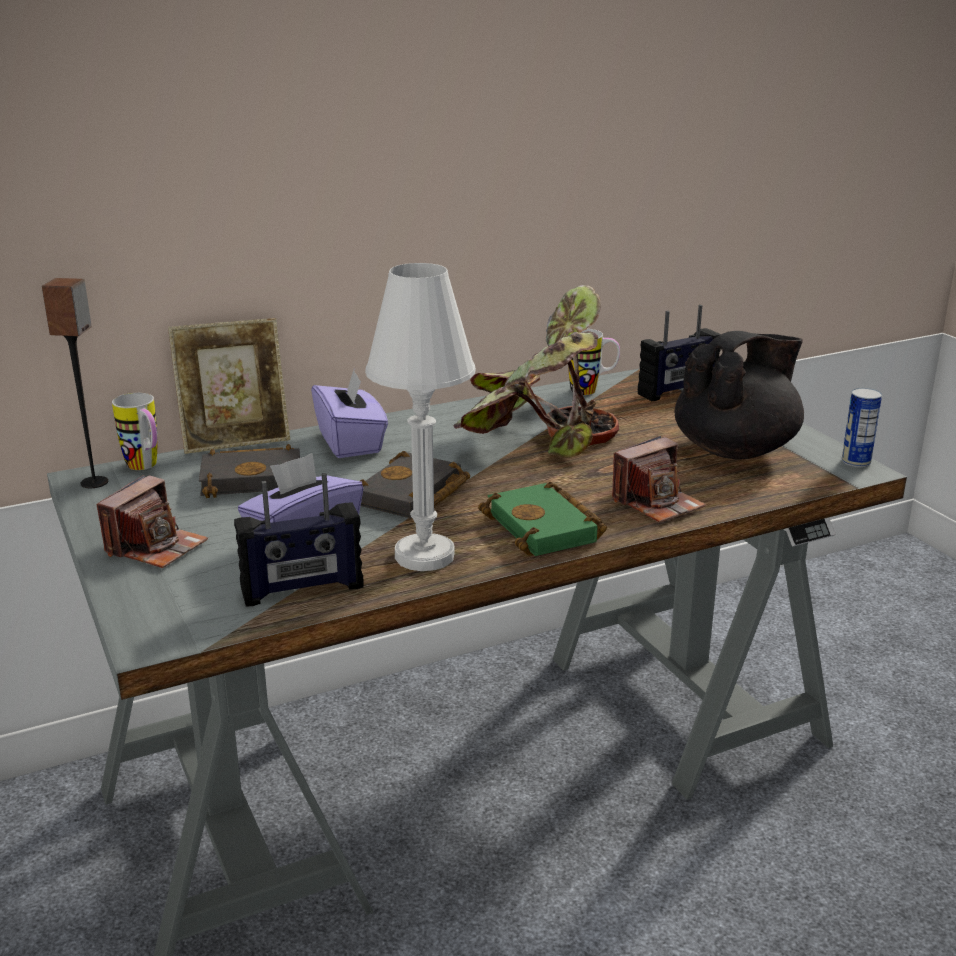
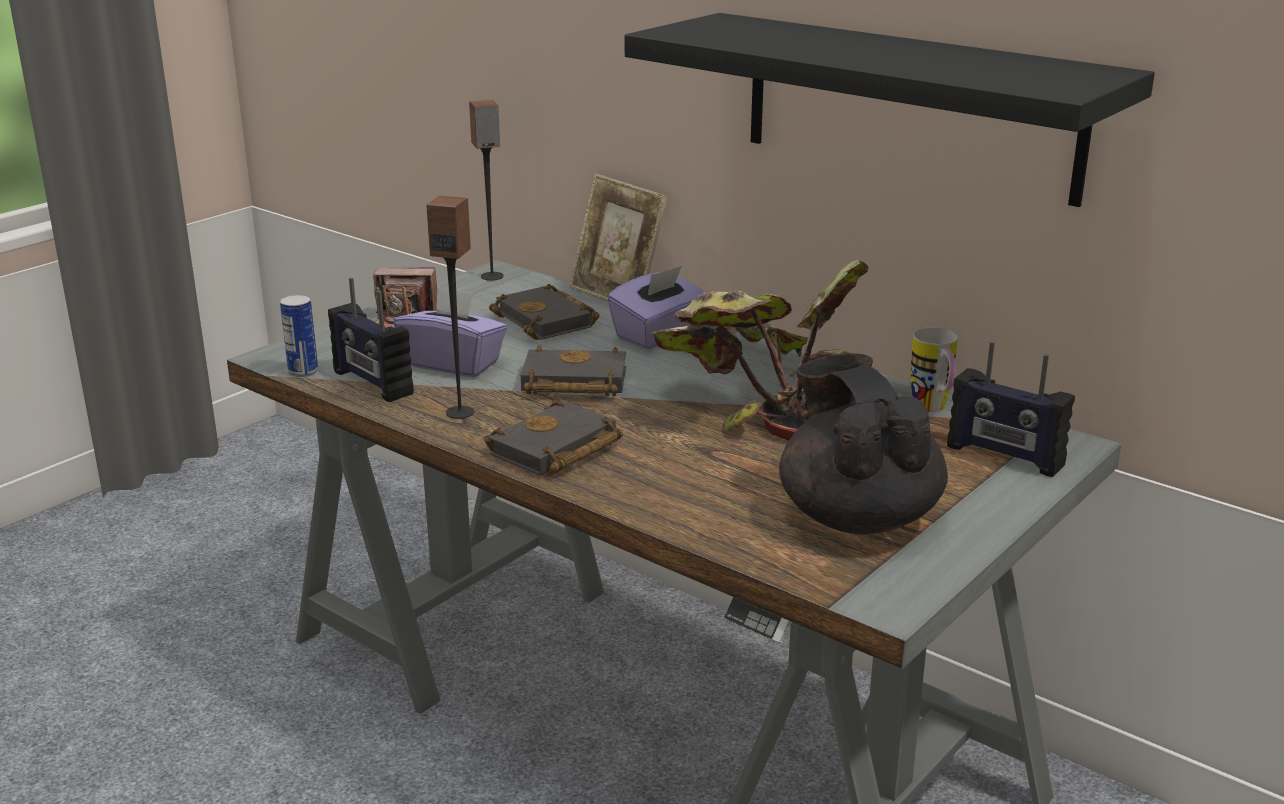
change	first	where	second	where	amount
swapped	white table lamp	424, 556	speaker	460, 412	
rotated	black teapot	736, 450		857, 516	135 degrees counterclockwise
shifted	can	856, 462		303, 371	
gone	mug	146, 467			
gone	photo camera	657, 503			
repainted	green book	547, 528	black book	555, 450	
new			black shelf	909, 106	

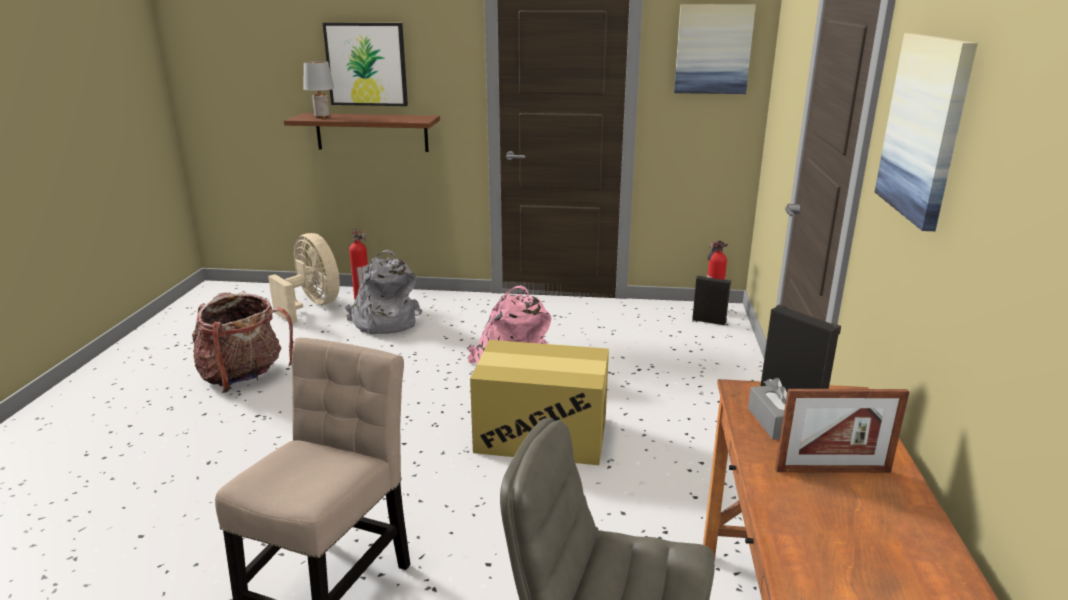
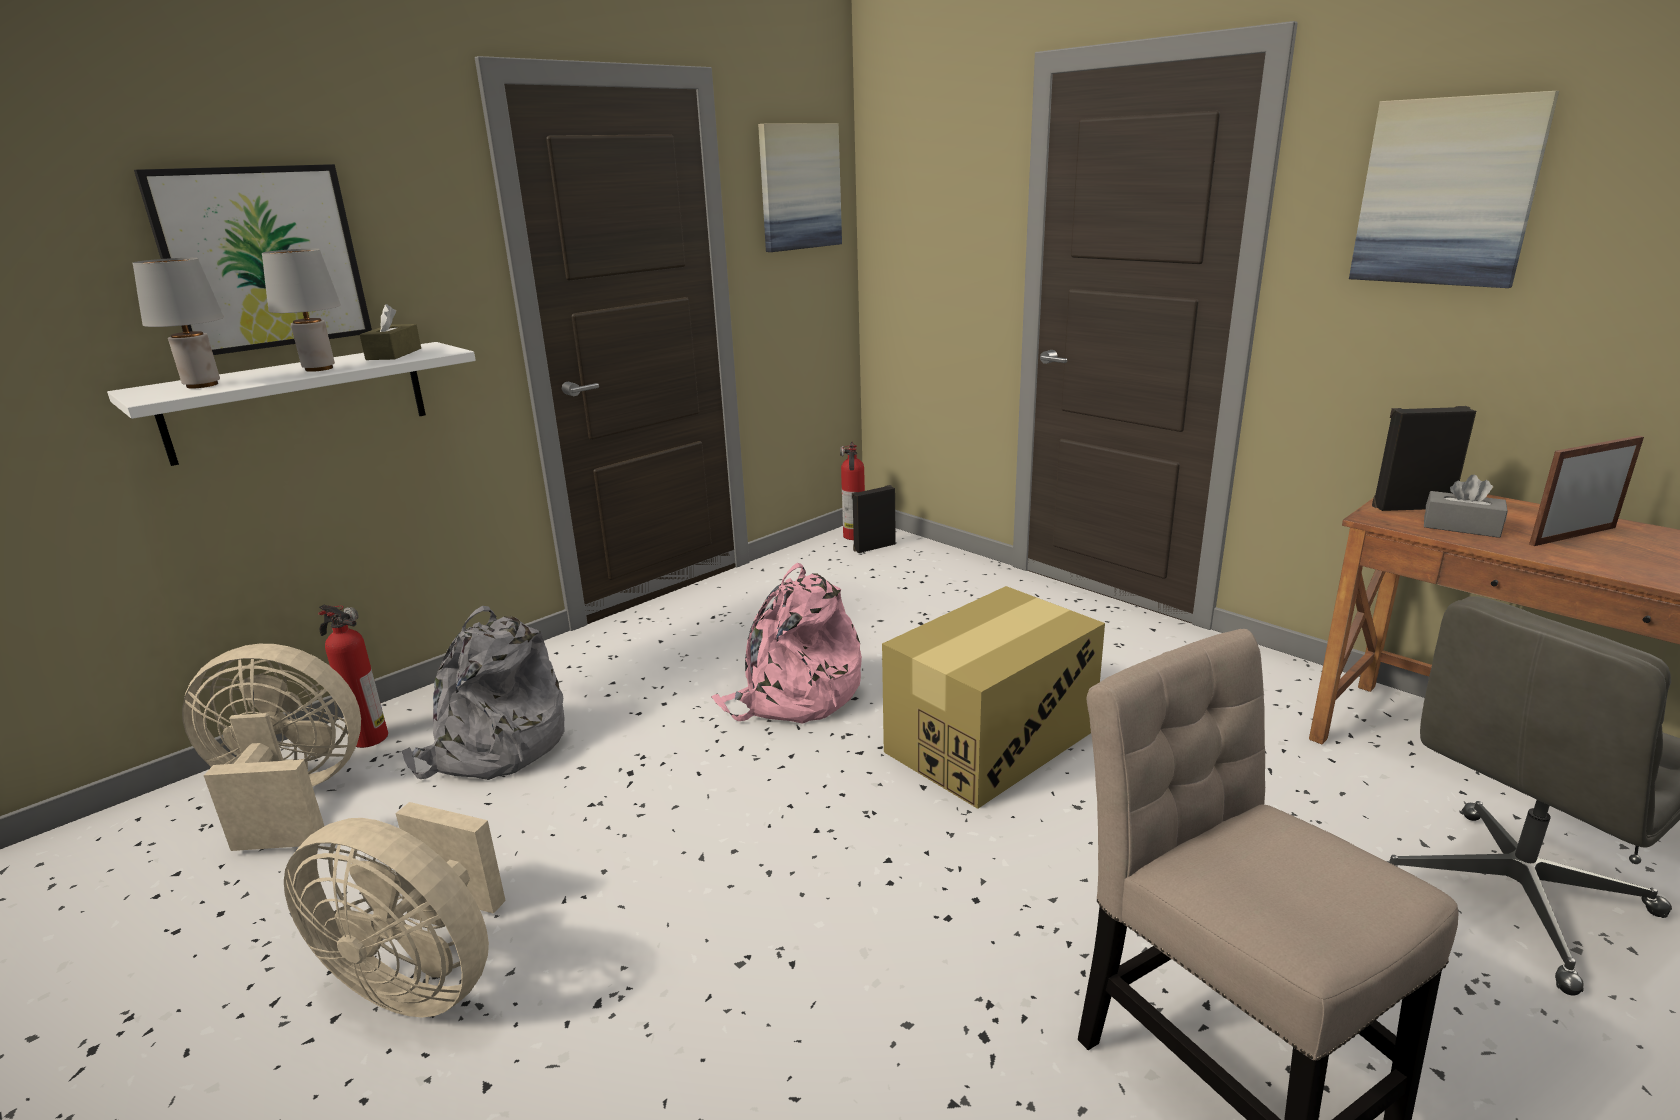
change	first	where	second	where	amount
repainted	brown shelf	372, 132	white shelf	298, 401	
swapped	backpack	244, 377	beige fan	423, 977	
rotated	picture frame	832, 471		1573, 536	150 degrees counterclockwise
new			grey table lamp	319, 368	
new			brown tissue box	394, 354	

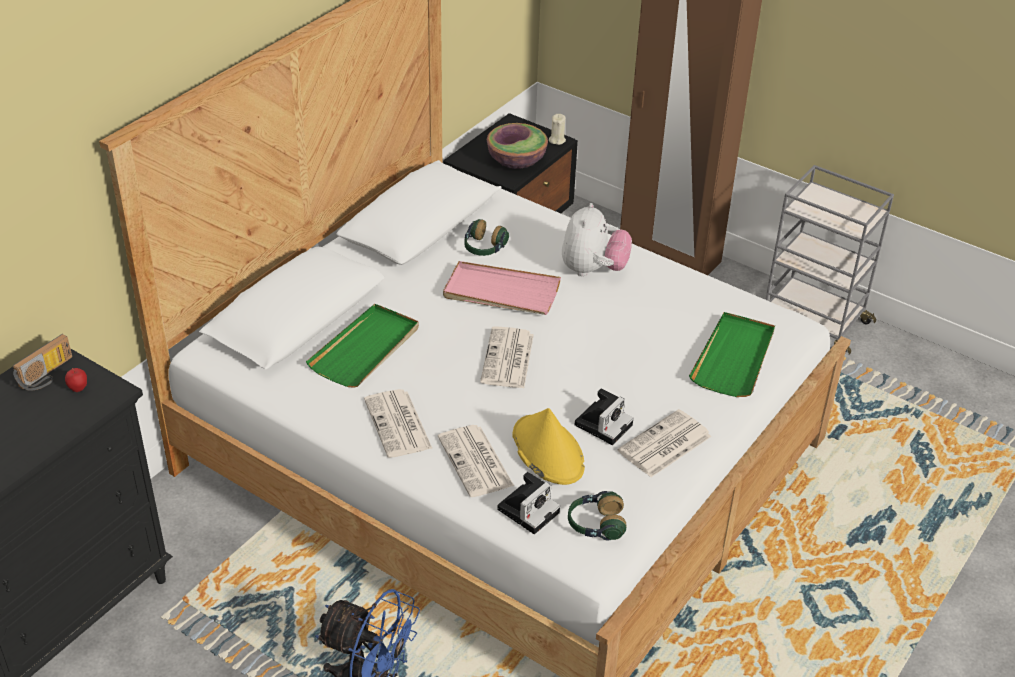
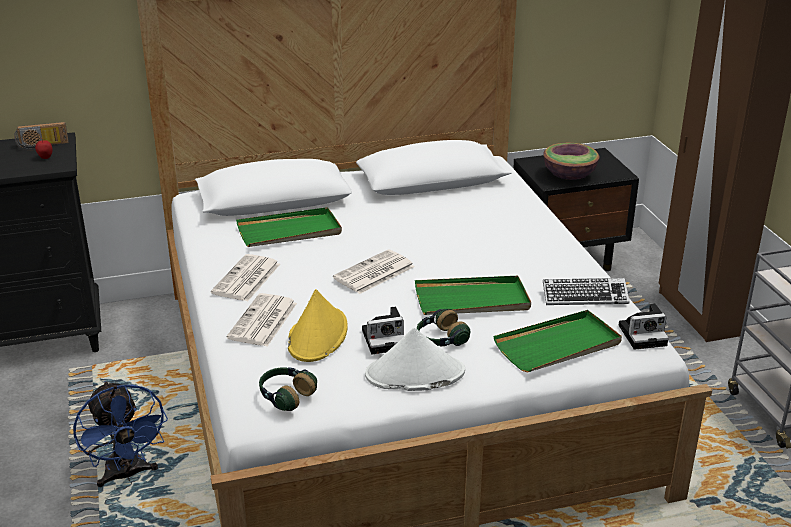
change	first	where	second	where	amount
gone	beige candle	557, 140			
gone	plush toy	593, 270			
shifted	headphones	484, 248		440, 340	
gone	pink tray	501, 292			
swapped	newspaper	664, 445	white hat	414, 374	
shifted	photo camera	529, 509		644, 335	
new			green tray	472, 300	
new			keyboard	584, 296	

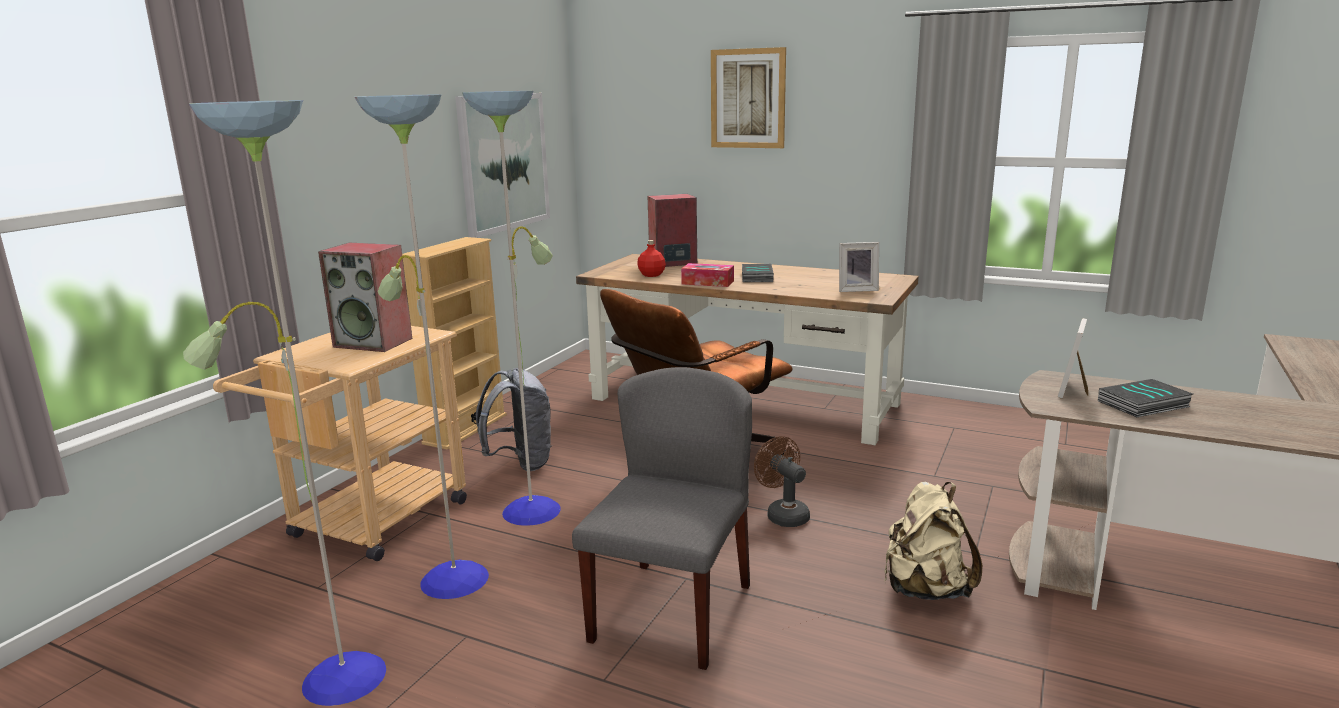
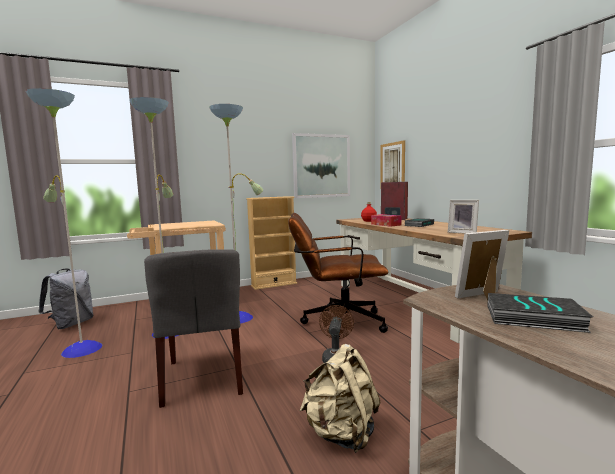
change	first	where	second	where	amount
shifted	picture	748, 98		392, 166	
gone	speaker	374, 342			
rotated	grey chair	671, 611		204, 377	105 degrees clockwise
shifted	grey backpack	520, 463		71, 324	

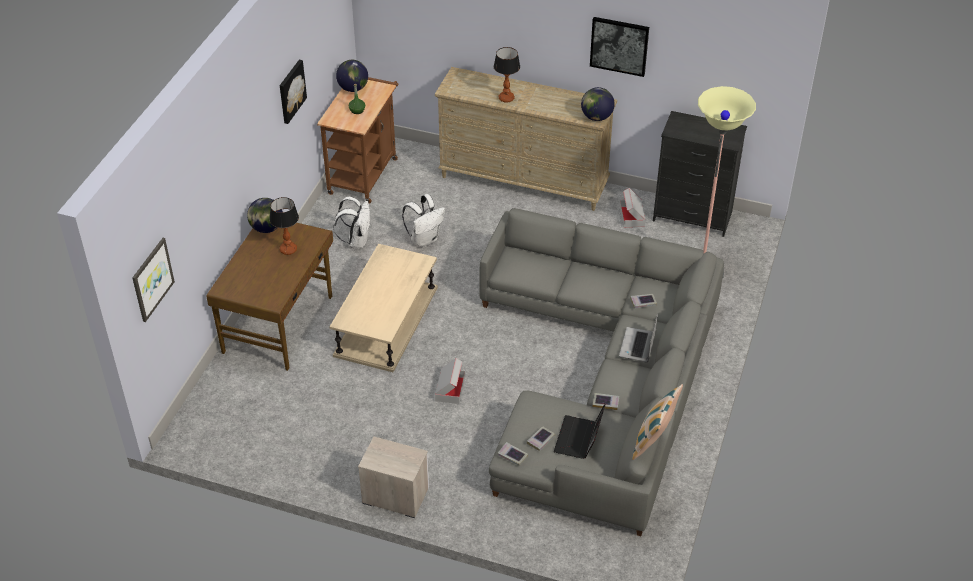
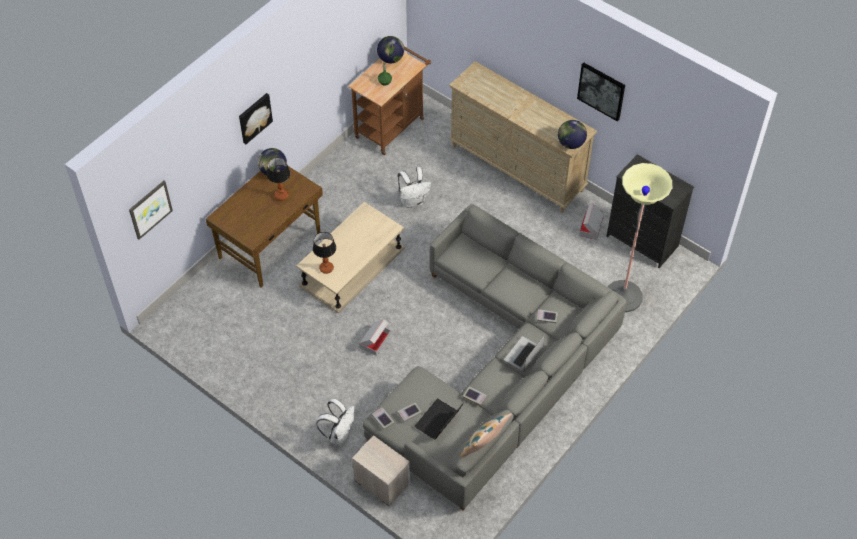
change	first	where	second	where	amount
shifted	table lamp	506, 98		326, 268	
shifted	picture	291, 91		254, 117	
shifted	white backpack	357, 241		339, 434	
shifted	nightstand	394, 495		381, 481	

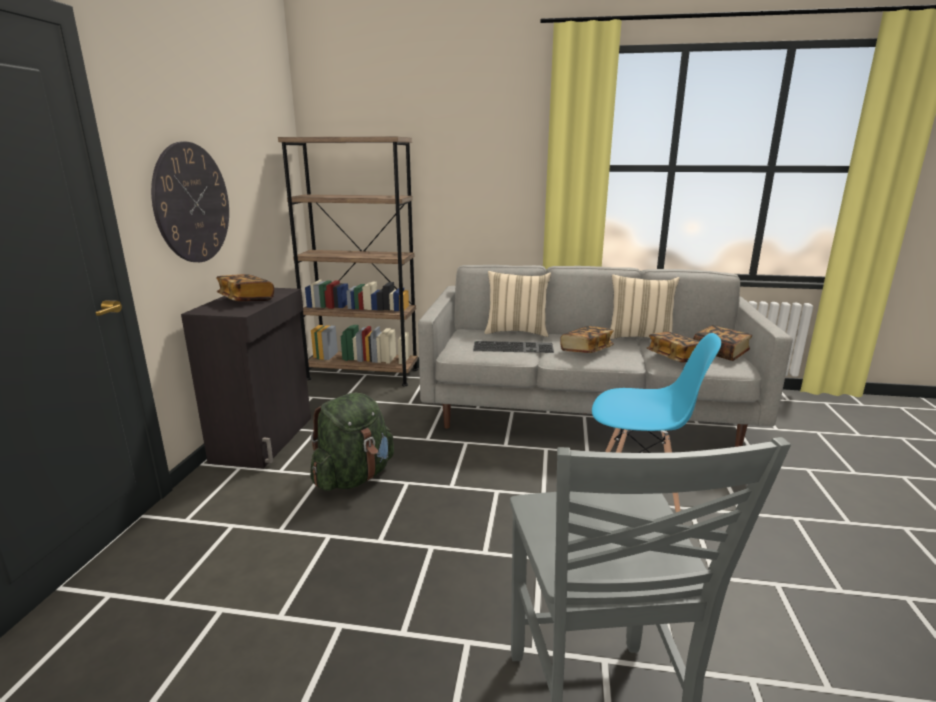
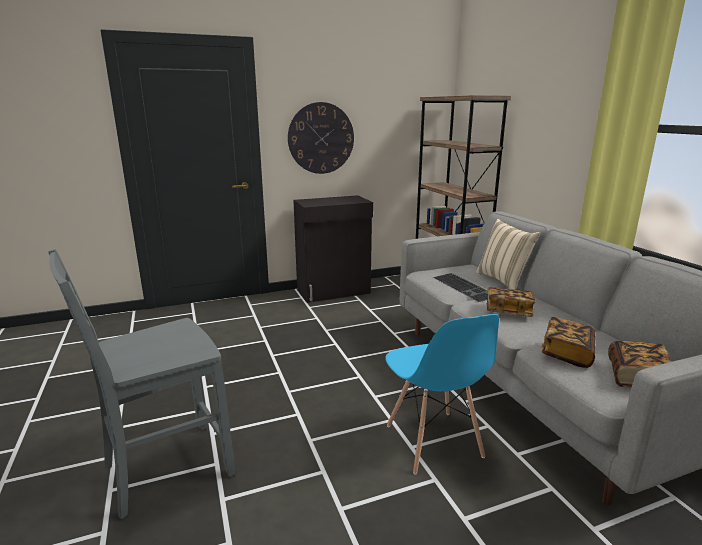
change	first	where	second	where	amount
gone	book	246, 299			
gone	beige pillow	639, 337			
gone	green backpack	354, 477			

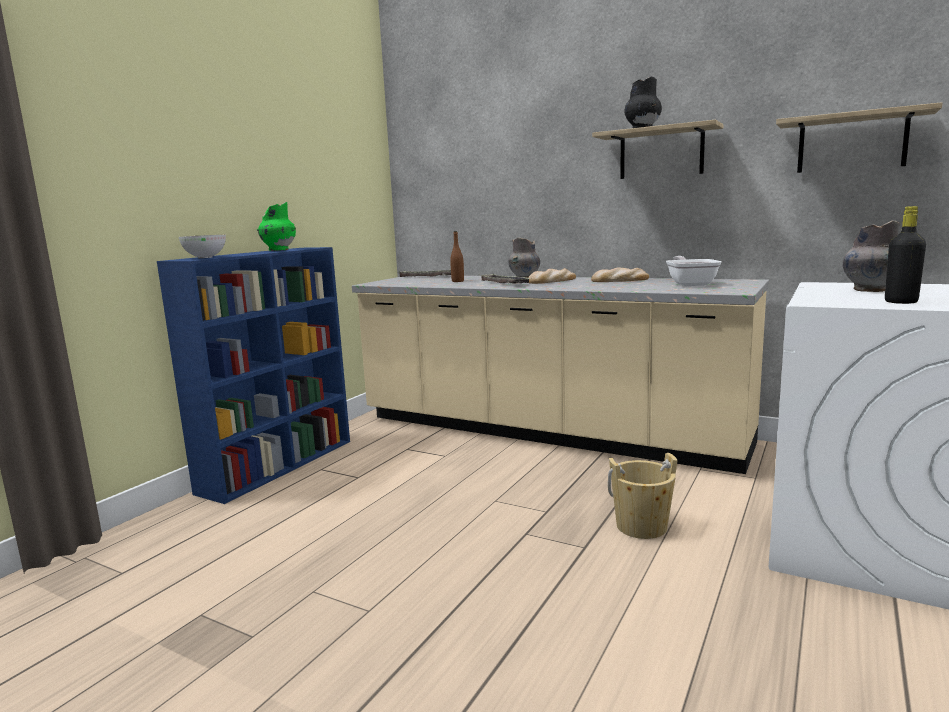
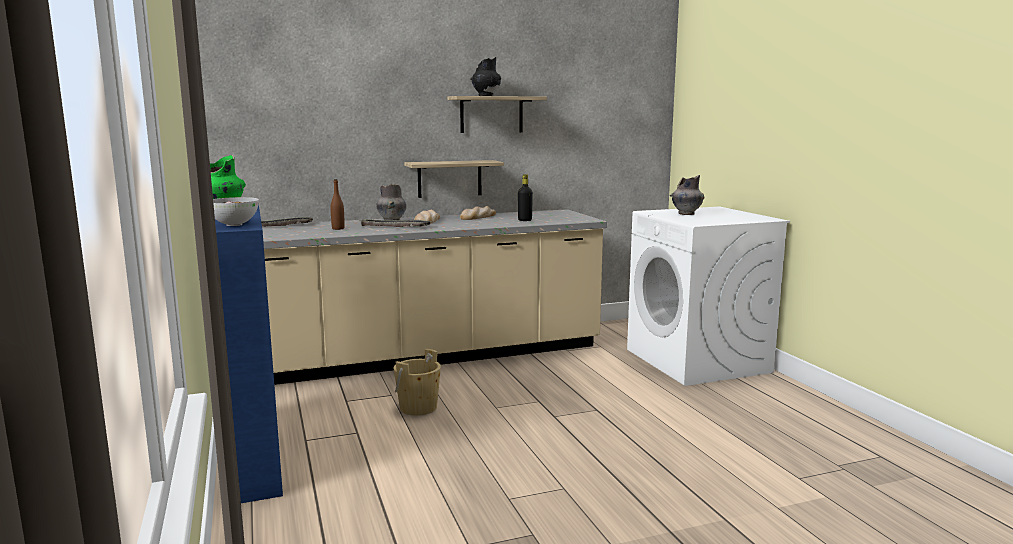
change	first	where	second	where	amount
shifted	shelf	851, 143		449, 178	
shifted	black bottle	901, 302		525, 220	
gone	frying pan	690, 284			
shifted	beige bucket	641, 526		418, 408	

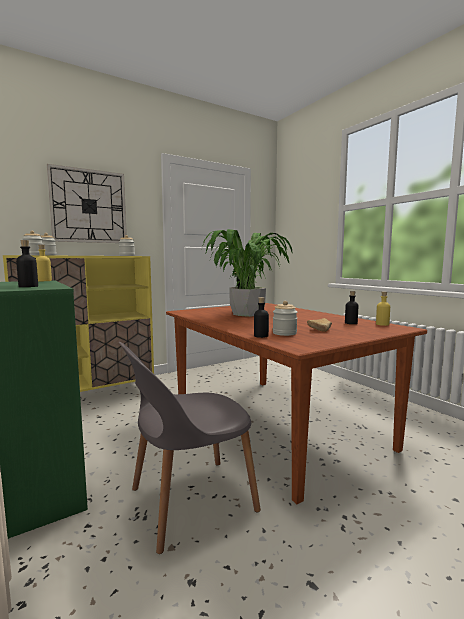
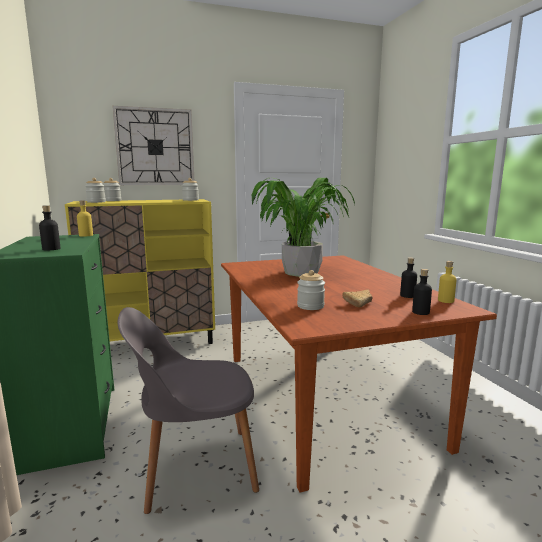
change	first	where	second	where	amount
shifted	black bottle	261, 336		420, 312	

